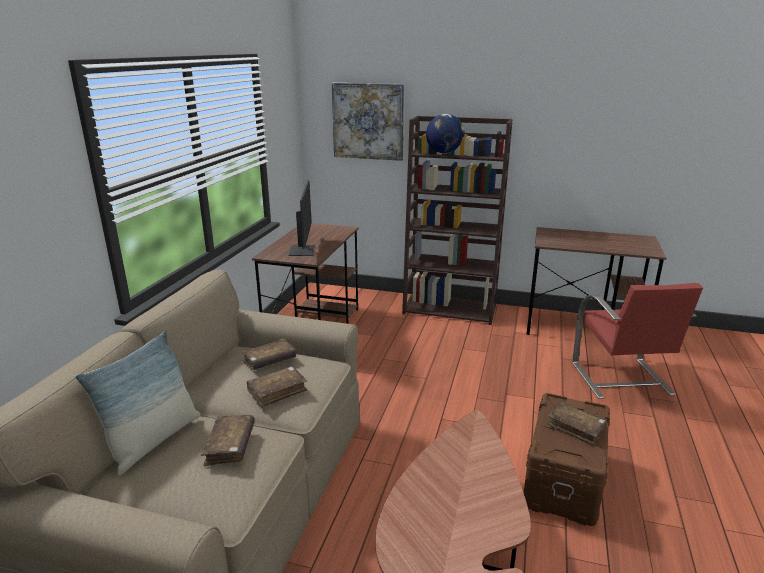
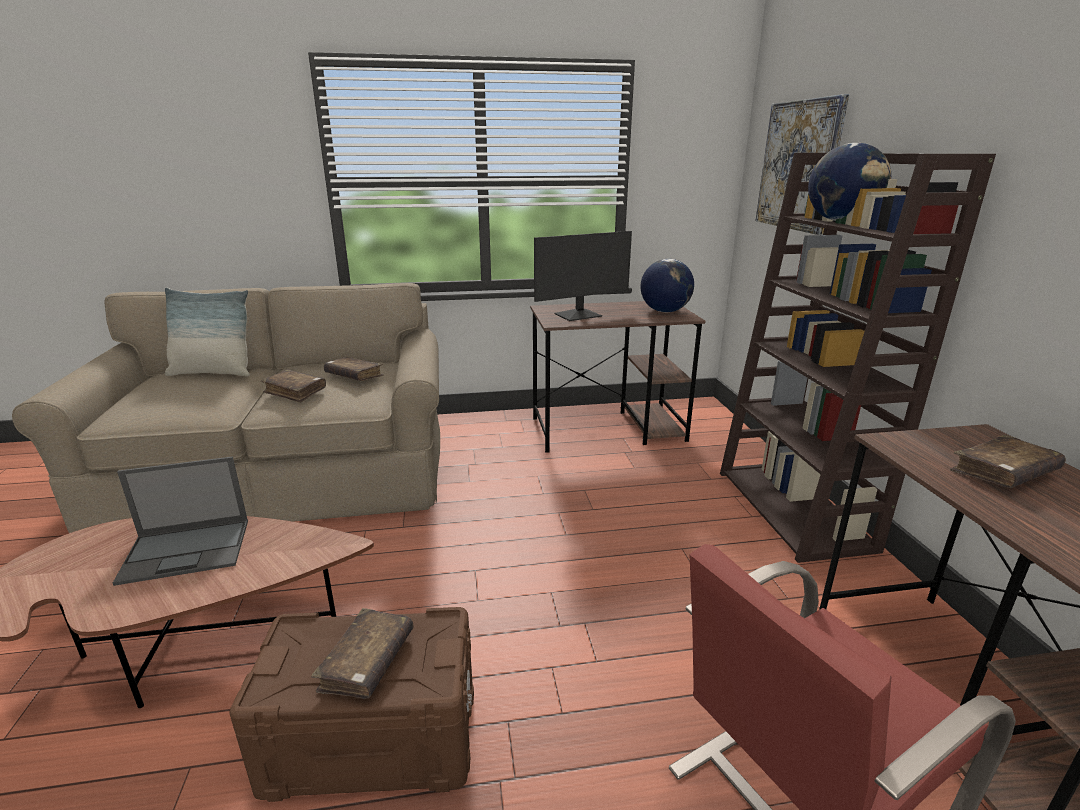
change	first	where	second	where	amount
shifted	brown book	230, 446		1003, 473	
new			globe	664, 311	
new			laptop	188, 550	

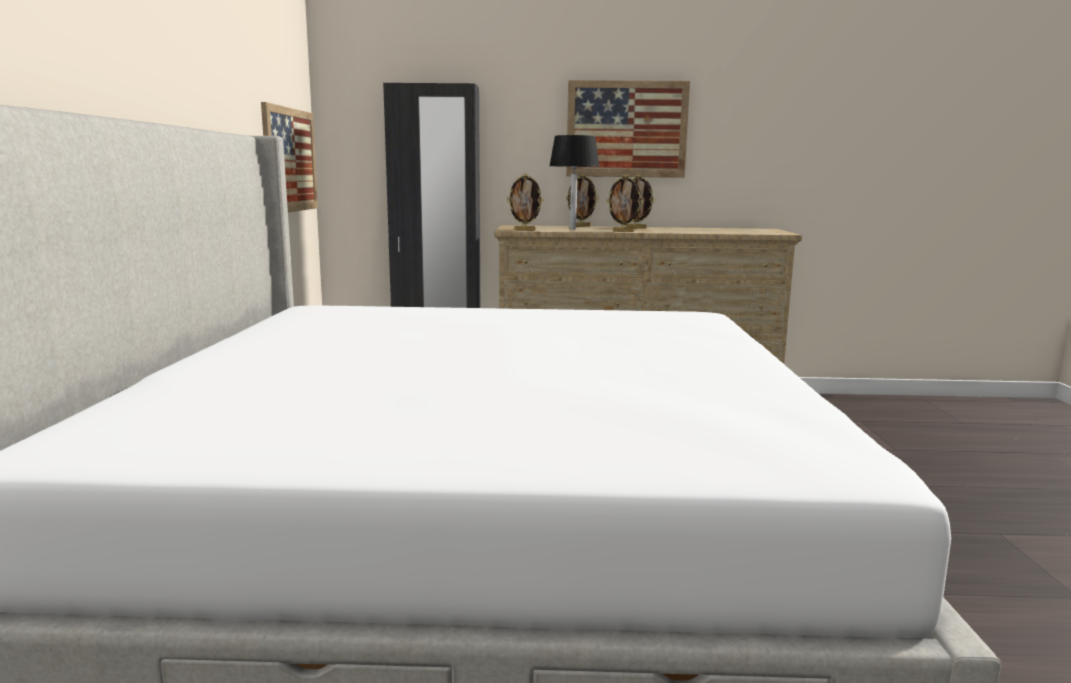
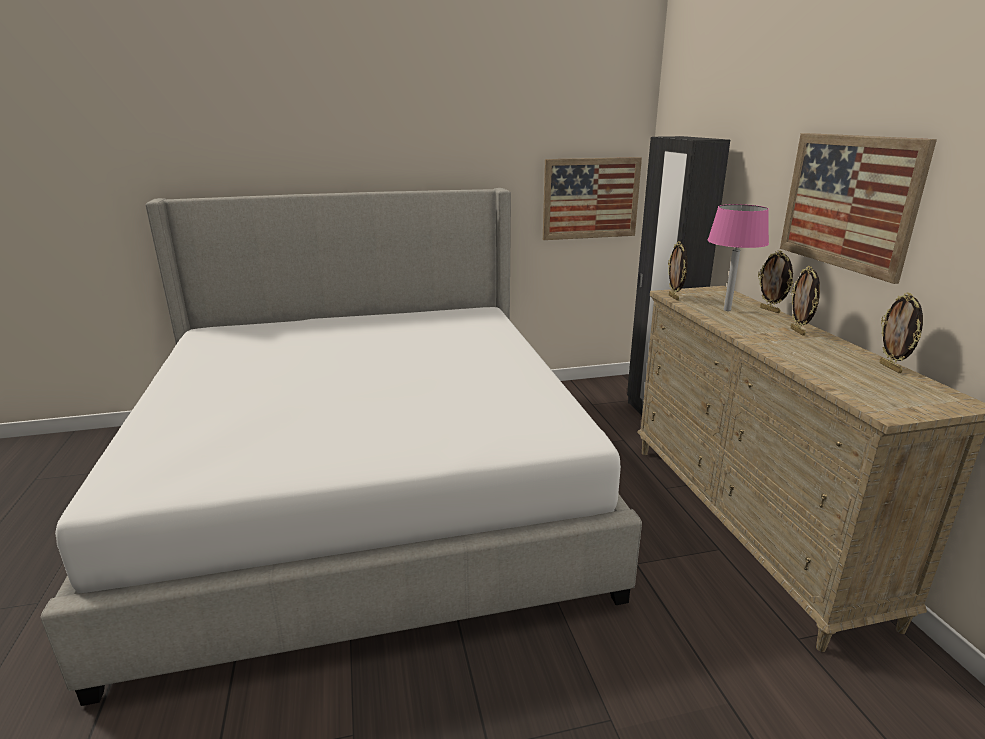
change	first	where	second	where	amount
repainted	black table lamp	573, 229	pink table lamp	727, 310	
shifted	picture frame	623, 231		891, 368	

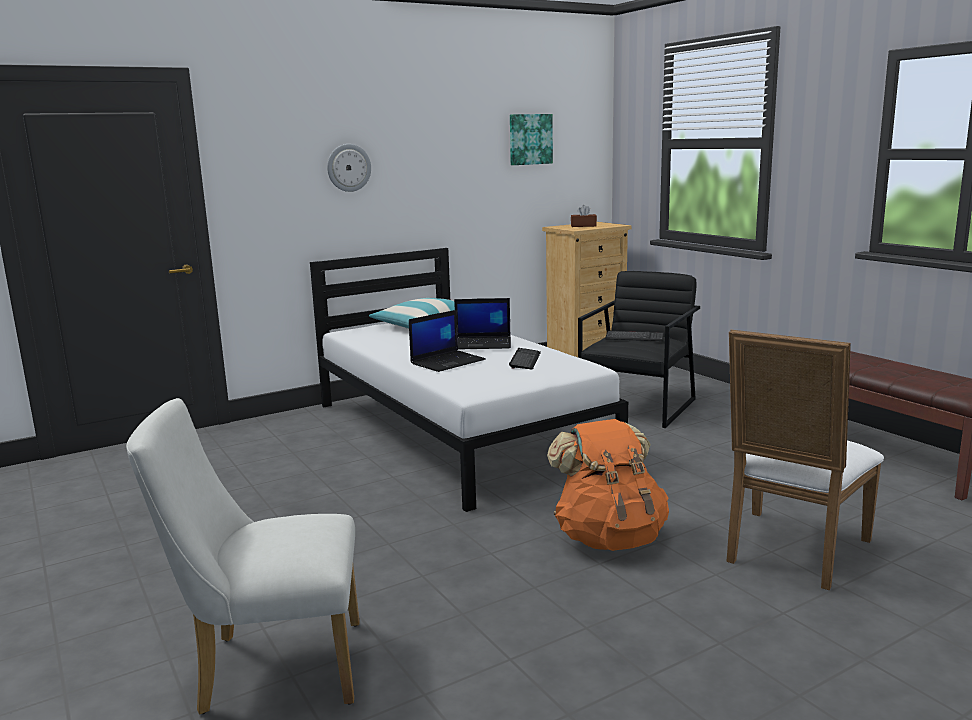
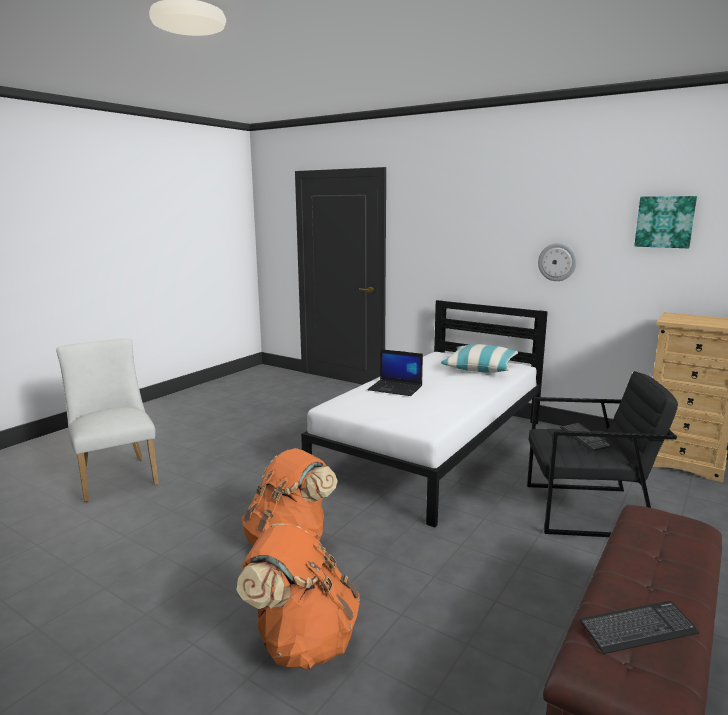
change	first	where	second	where	amount
shifted	wall clock	348, 167		557, 262	
gone	brown tissue box	583, 226			
gone	laptop	483, 344			
swapped	white chair	791, 553	orange backpack	302, 641	
shifted	keyboard	525, 360		638, 629	

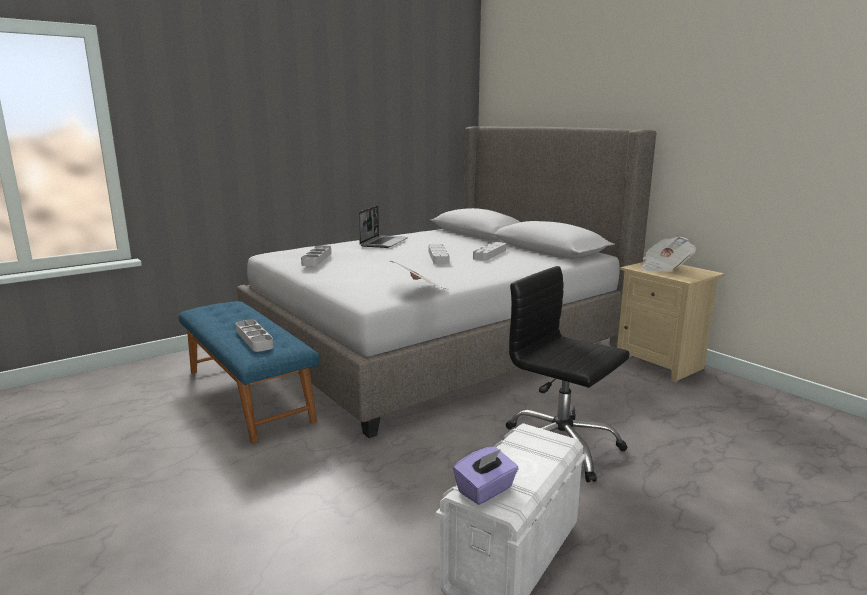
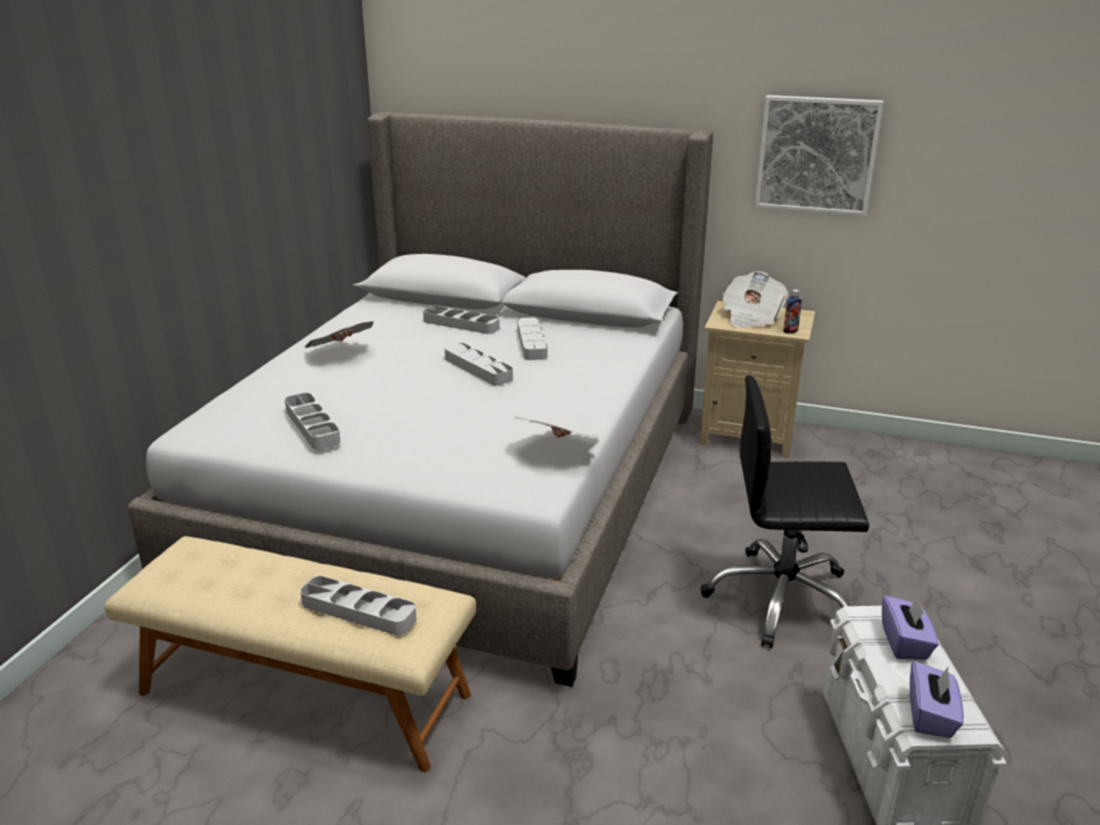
change	first	where	second	where	amount
swapped	laptop	383, 242	newspaper	340, 353	
repainted	blue bench	249, 394	beige bench	306, 692	
new			picture	816, 155	
new			bottle	790, 331	
new			grey tray	461, 324	
new			purple tissue box	905, 643	

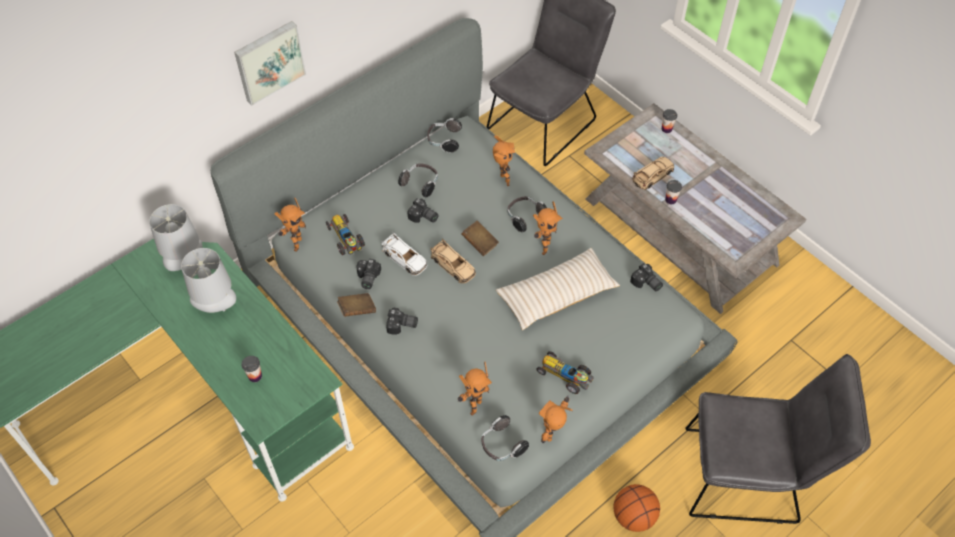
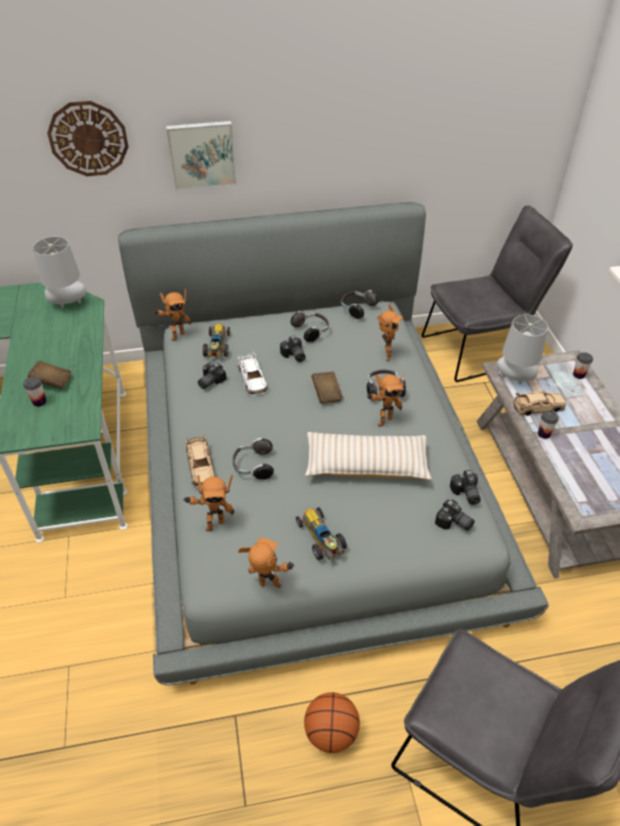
change	first	where	second	where	amount
shifted	beige toy car	453, 265		201, 466	
shifted	grey table lamp	217, 307		515, 379	
shifted	brown book	357, 310		52, 382	
shifted	photo camera	402, 326		454, 523	
rotated	toy robot	554, 434		270, 588	45 degrees clockwise
shifted	headphones	502, 445		253, 466	
new			wall clock	88, 139	

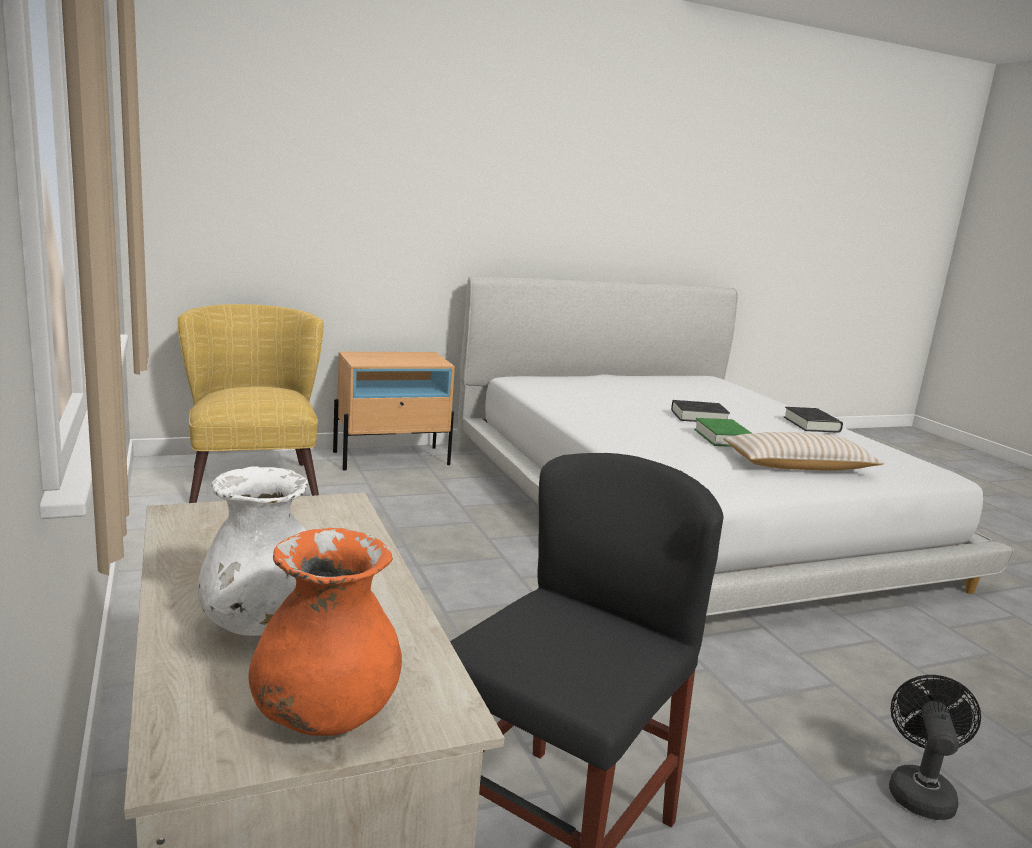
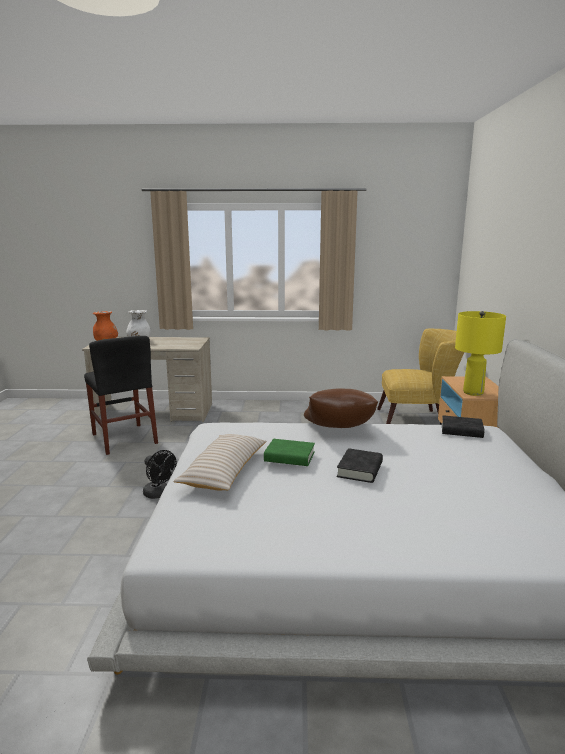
change	first	where	second	where	amount
shifted	black book	811, 424		461, 431	
shifted	black fan	919, 790		159, 494	
new			yellow table lamp	472, 392	
new			brown pillow	338, 431	

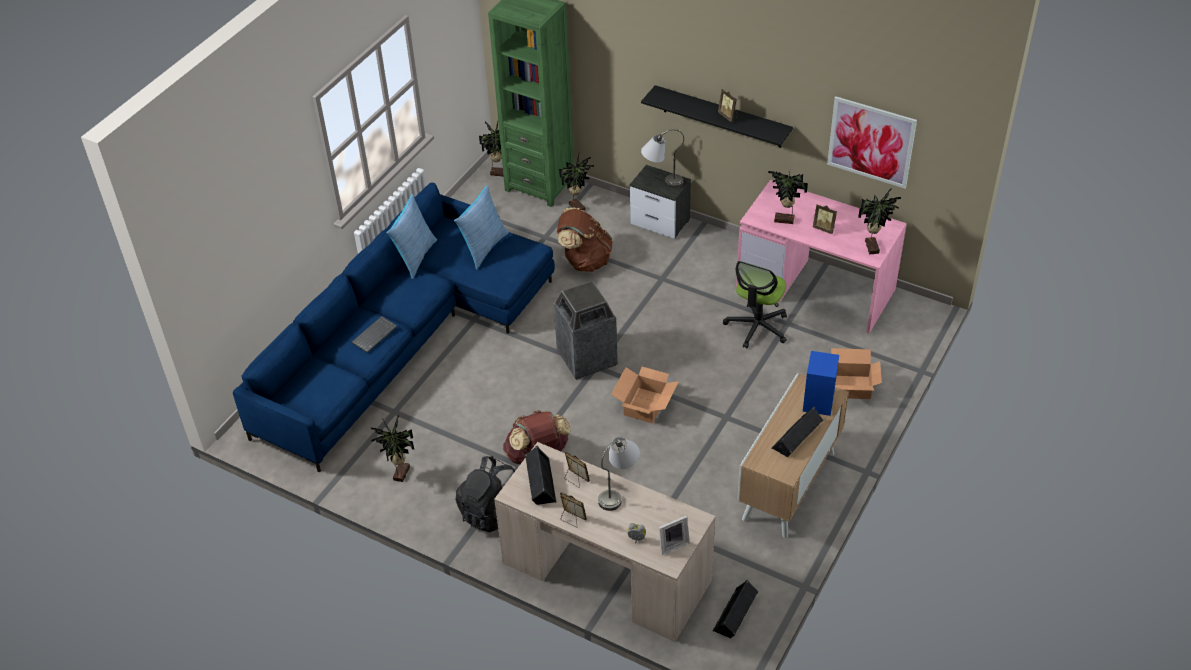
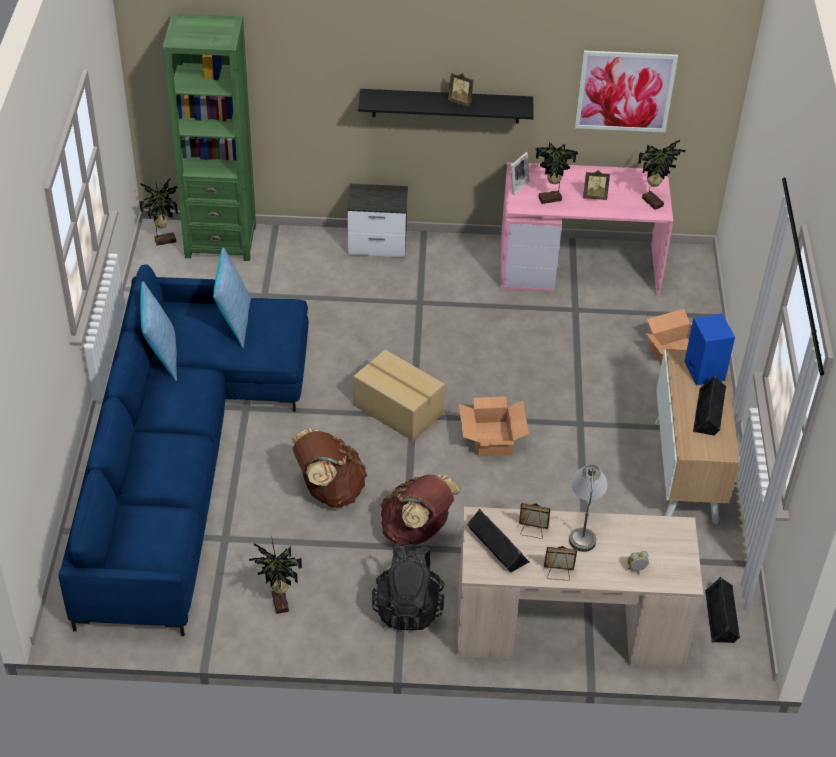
change	first	where	second	where	amount
gone	grey table lamp	661, 181			
gone	potted plant	578, 206			
shifted	brown backpack	585, 260		329, 490	
gone	office chair	757, 327			
swapped	trash can	586, 358	cardboard box	398, 410	
gone	keyboard	374, 334			
shifted	picture frame	672, 544		516, 185	

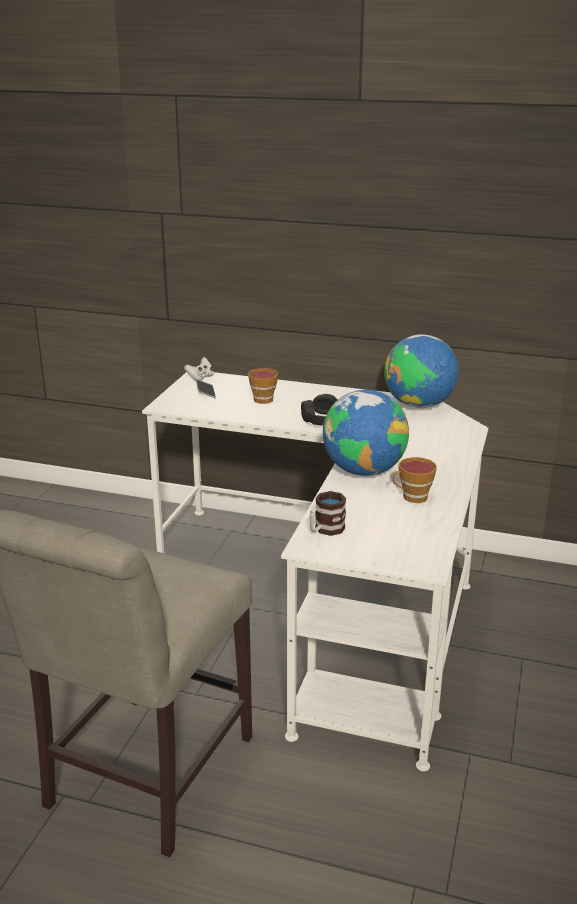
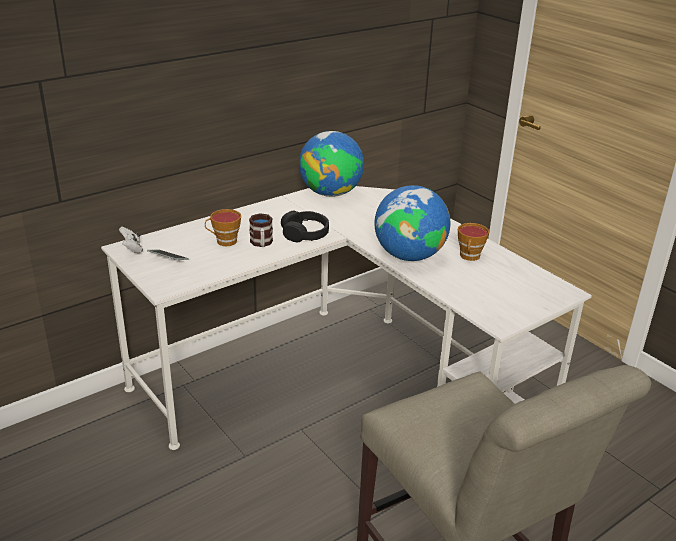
change	first	where	second	where	amount
shifted	mug	325, 530		261, 244	

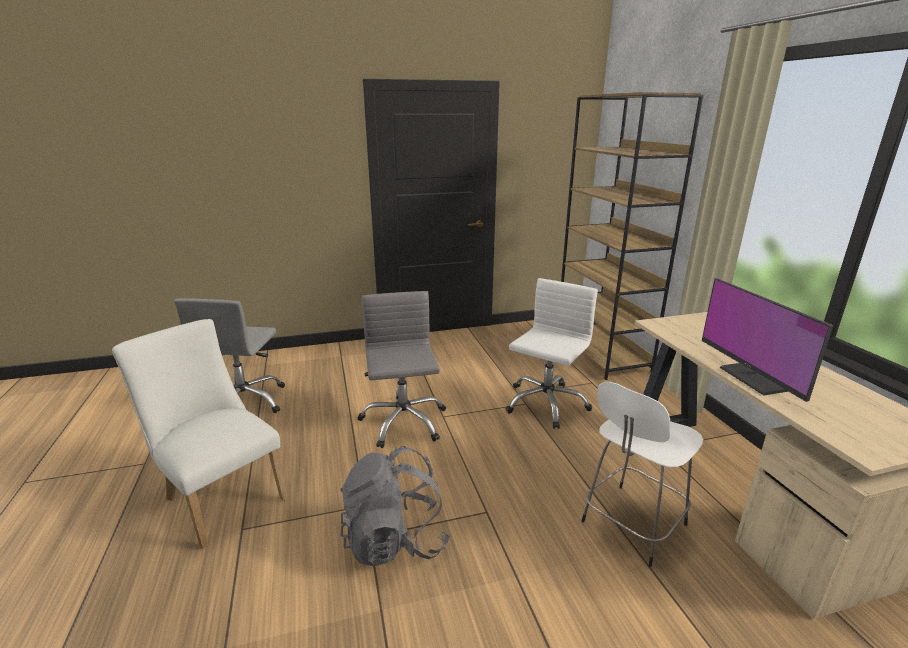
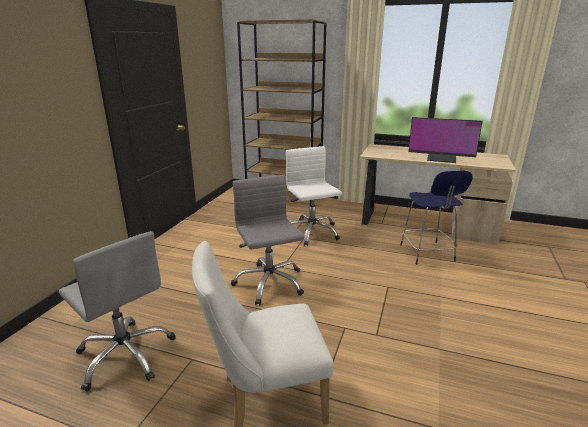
change	first	where	second	where	amount
rotated	grey office chair	403, 421		269, 283	45 degrees clockwise
repainted	white stool	631, 525	blue stool	427, 254	
gone	grey backpack	395, 541			

